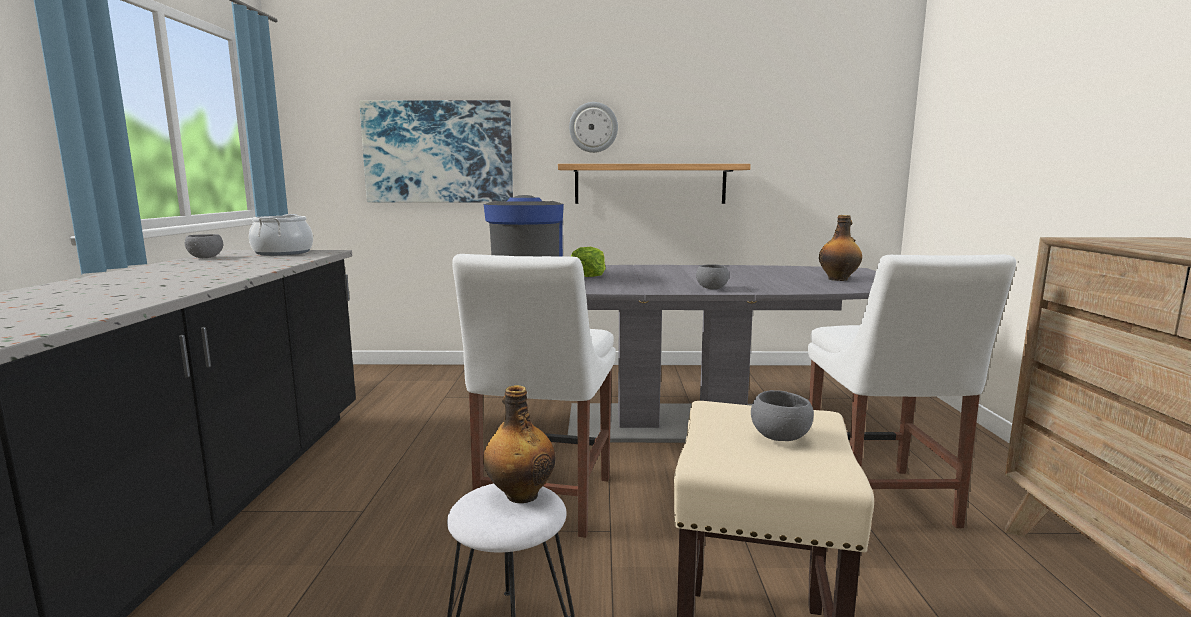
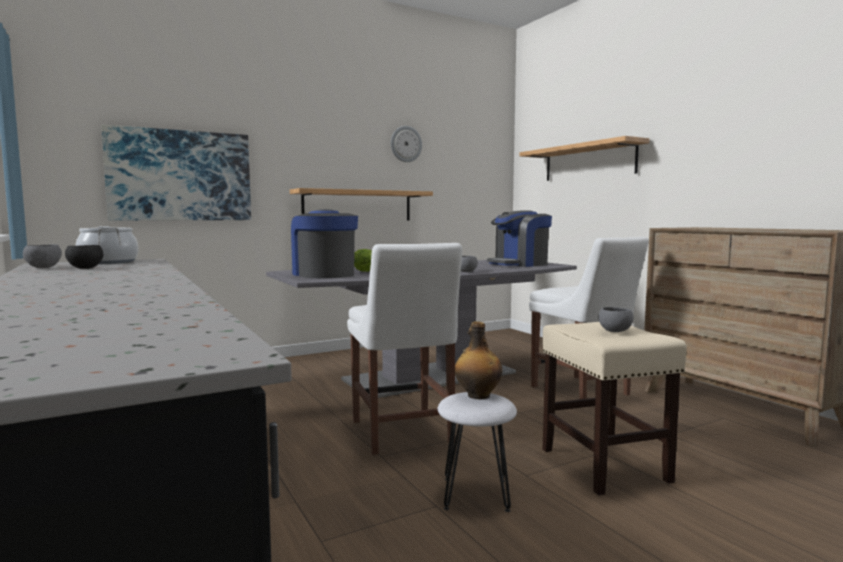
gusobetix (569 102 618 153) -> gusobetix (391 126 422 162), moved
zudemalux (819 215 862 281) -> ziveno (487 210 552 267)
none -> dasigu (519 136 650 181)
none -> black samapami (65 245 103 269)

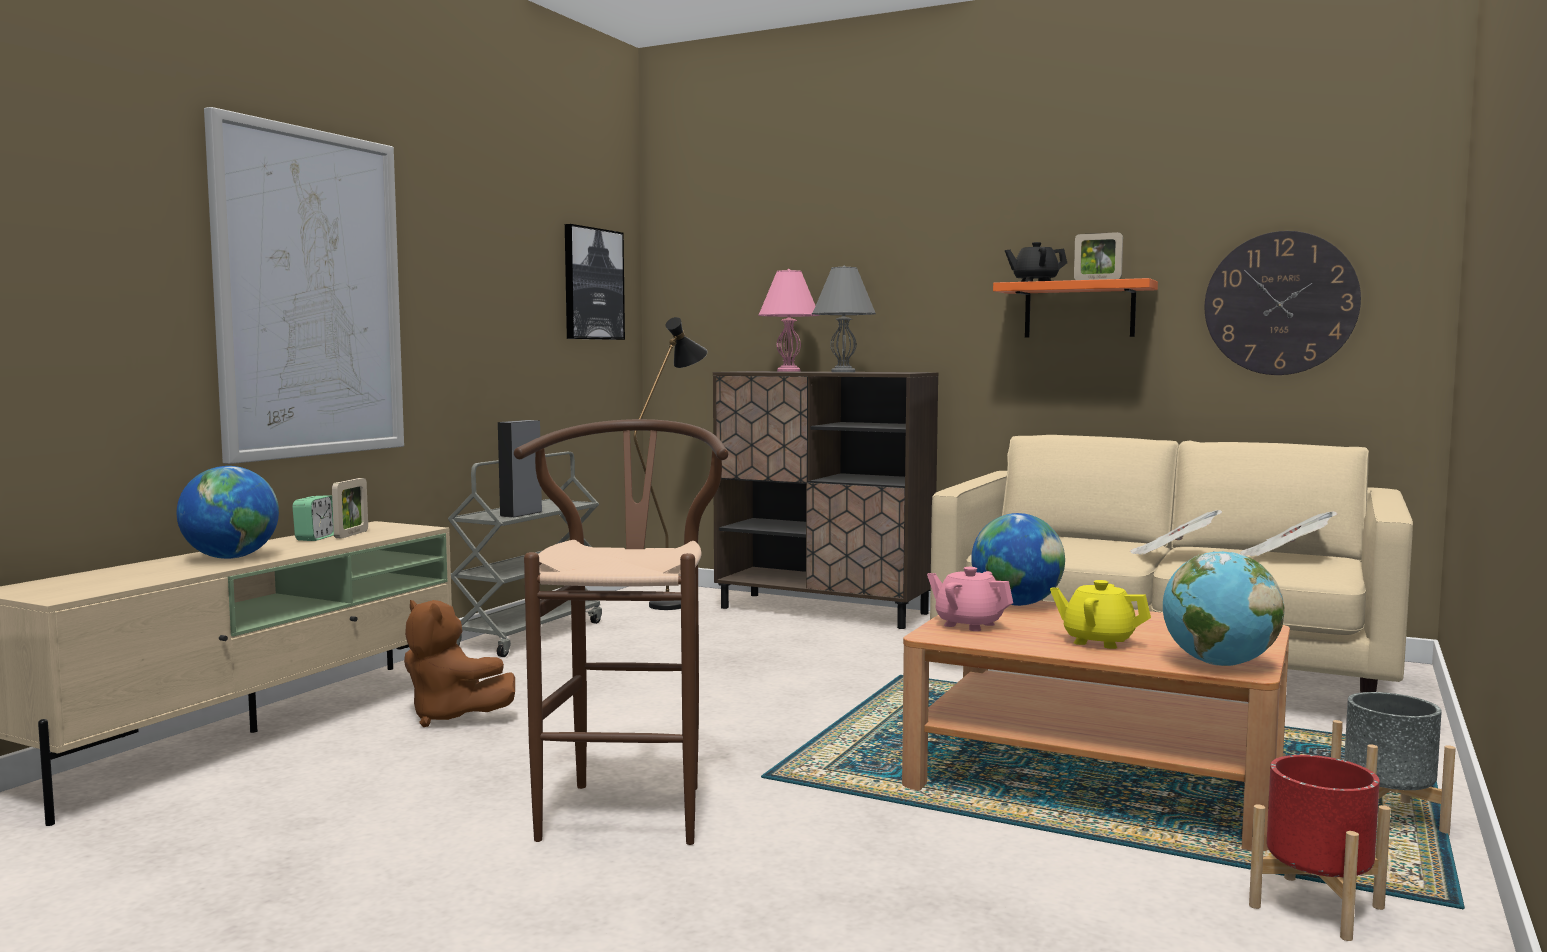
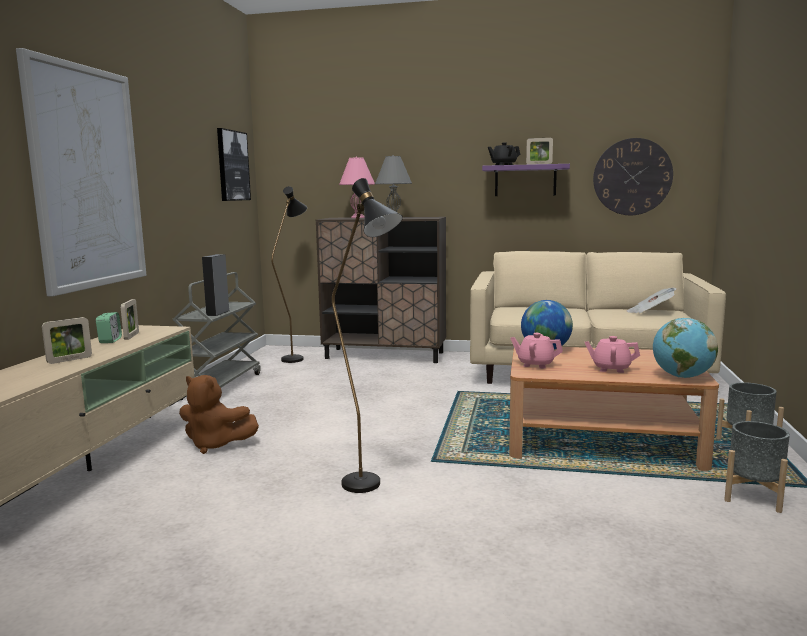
orange dasigu (993 278 1158 337) -> purple dasigu (482 164 570 196)
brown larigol (514 419 728 845) -> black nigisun (332 178 403 493)
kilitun (176 466 279 559) -> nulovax (42 317 92 364)
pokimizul (1130 510 1222 555) -> none
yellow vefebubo (1050 580 1151 649) -> pink vefebubo (585 336 640 373)
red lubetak (1249 755 1391 941) -> grey lubetak (724 421 790 513)

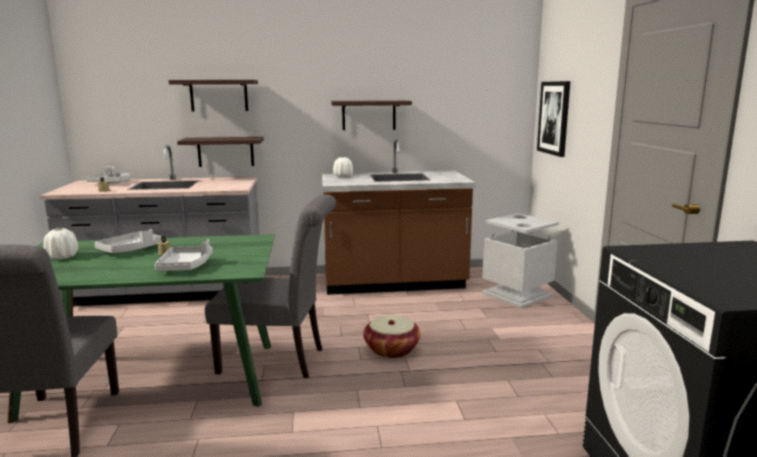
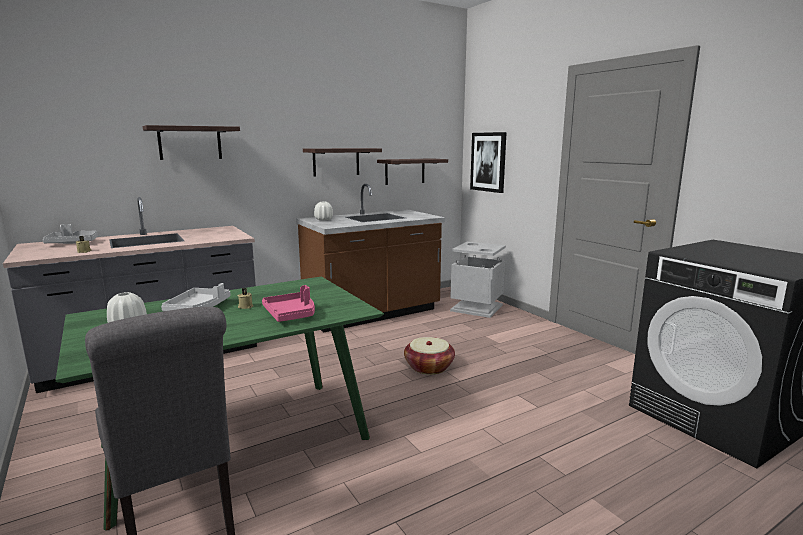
dasigu (177 137 264 167) -> dasigu (377 158 448 185), moved
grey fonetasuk (205 194 336 378) -> none
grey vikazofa (155 239 213 271) -> pink vikazofa (262 285 315 322)

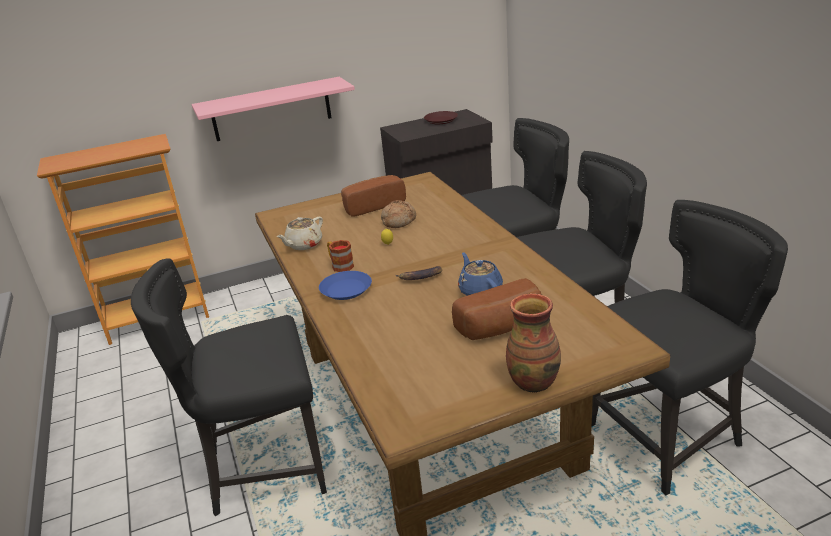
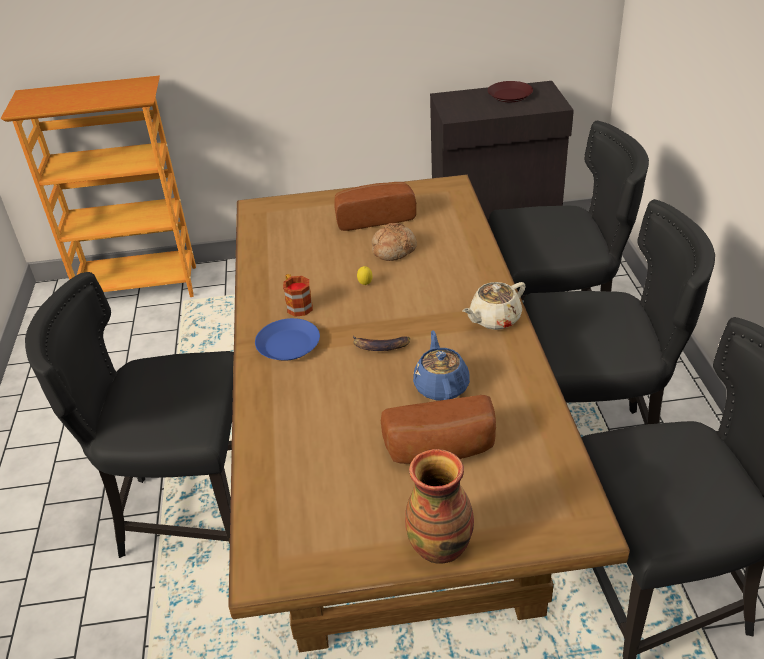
pink dasigu (192 77 355 141) -> none
beige vefebubo (277 217 323 250) -> beige vefebubo (462 282 526 330), moved

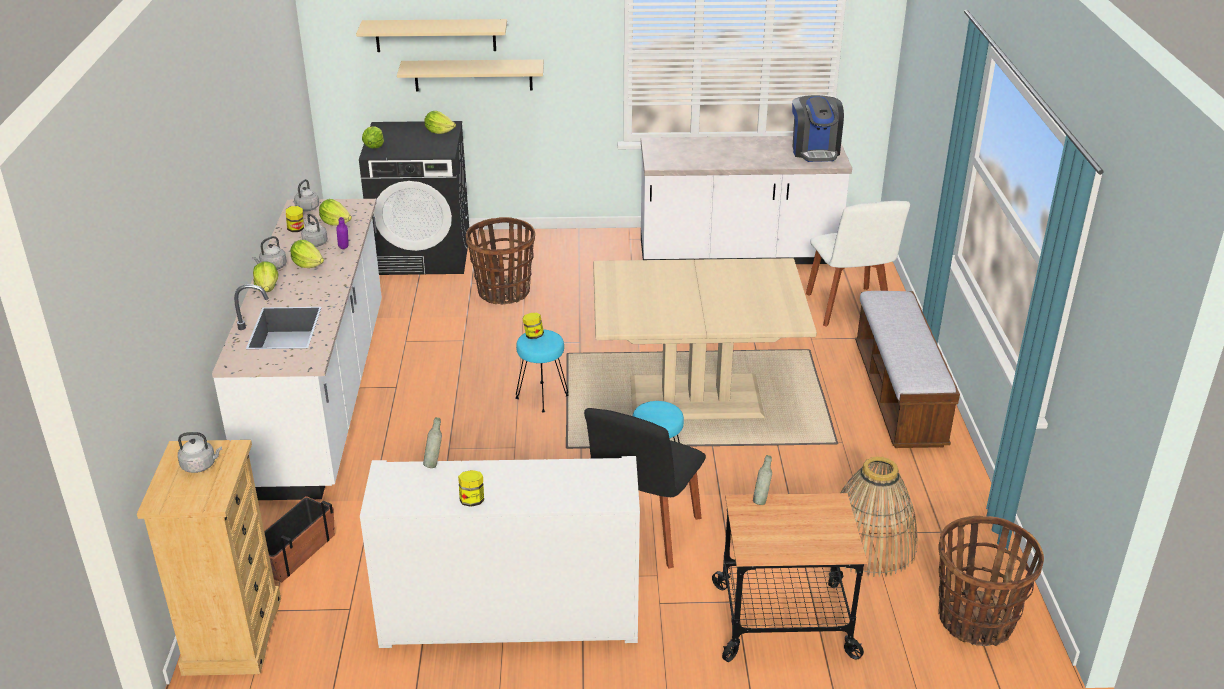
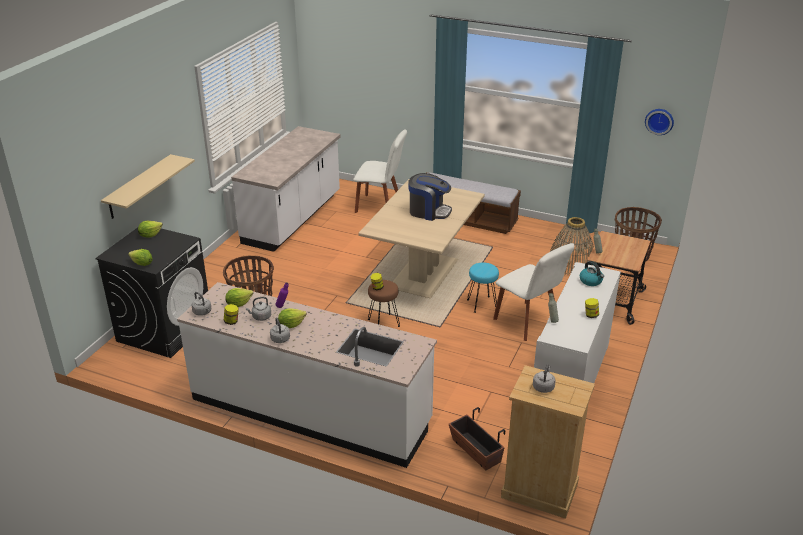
beige dasigu (356 19 507 52) -> none
ziveno (792 95 844 162) -> ziveno (408 173 452 221), moved
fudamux (253 262 278 292) -> none
turquoise larigol (515 329 568 412) -> brown larigol (368 280 400 327)
black fonetasuk (584 408 706 568) -> white fonetasuk (493 243 574 341)
none -> gusobetix (645 109 674 135)
none -> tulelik (580 261 604 286)

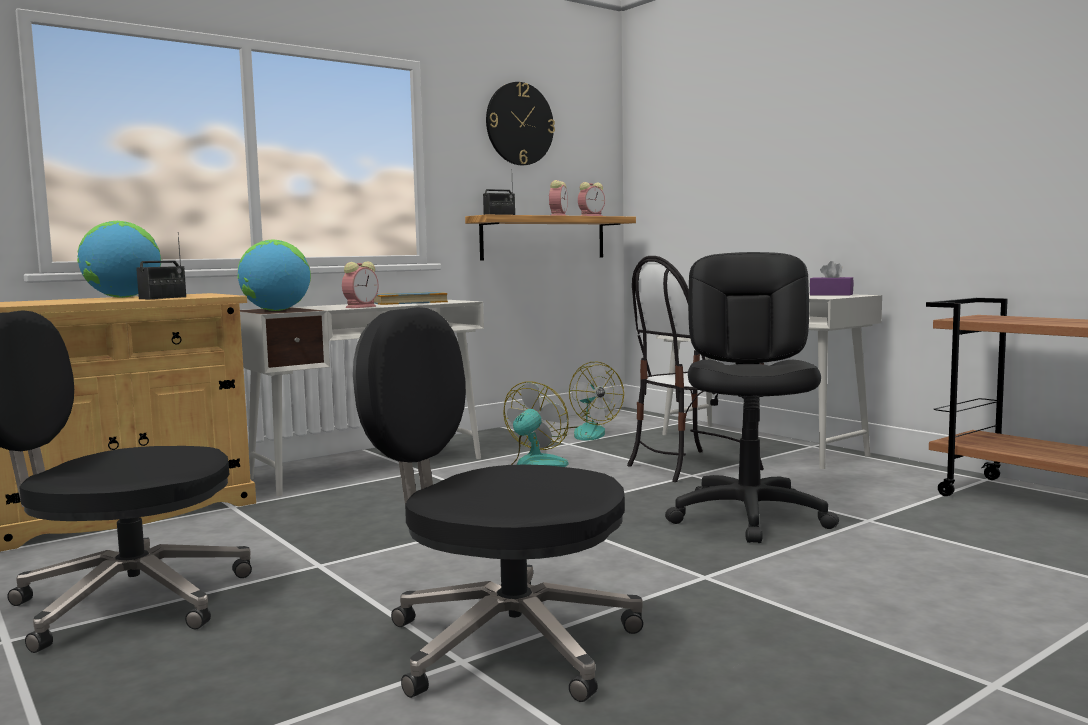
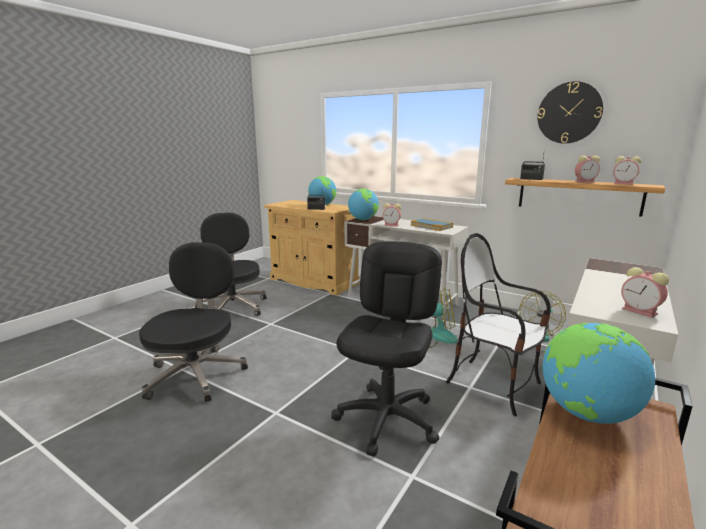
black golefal (665 252 839 543) -> black golefal (331 241 442 456), 60 degrees counterclockwise
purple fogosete (810 261 854 295) -> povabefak (621 267 669 318)
none -> kilitun (543 322 655 424)

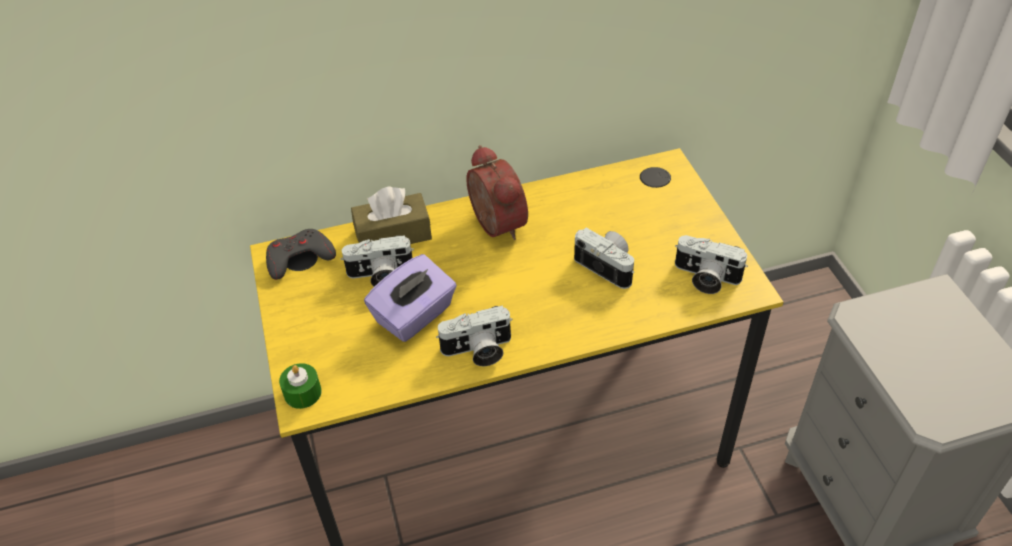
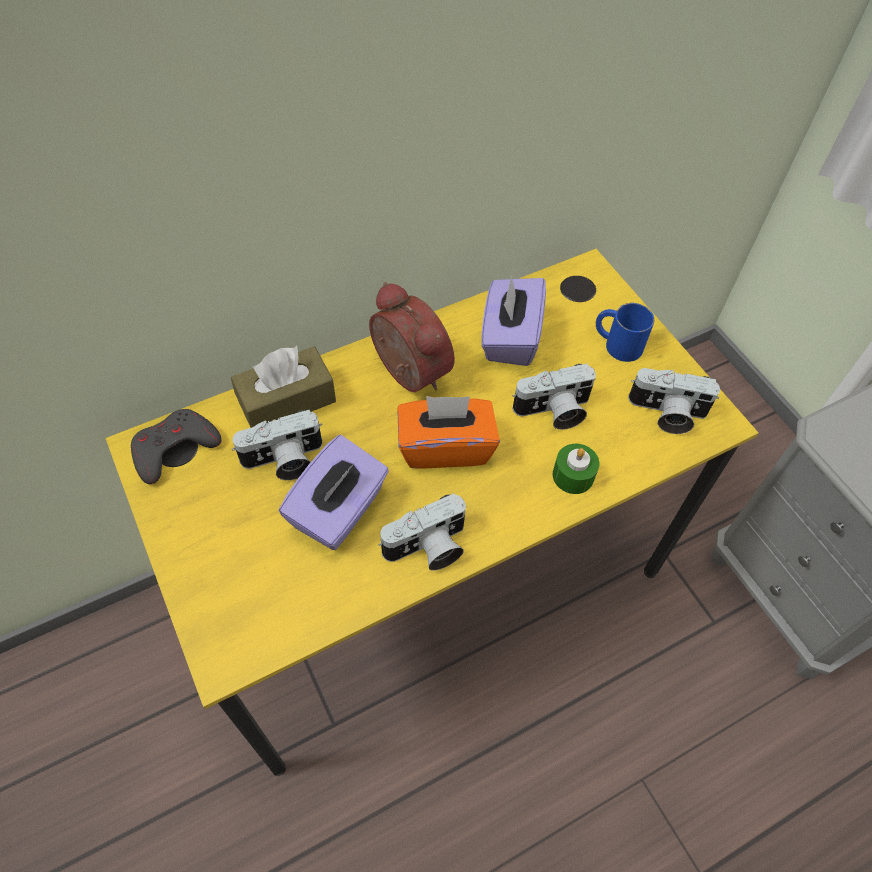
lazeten (574 228 634 289) -> lazeten (512 364 596 430), 135 degrees clockwise
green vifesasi (279 363 322 409) -> green vifesasi (553 444 599 494), moved
none -> purple fogosete (481 276 546 366)
none -> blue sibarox (596 303 654 362)
none -> orange fogosete (397 396 500 469)

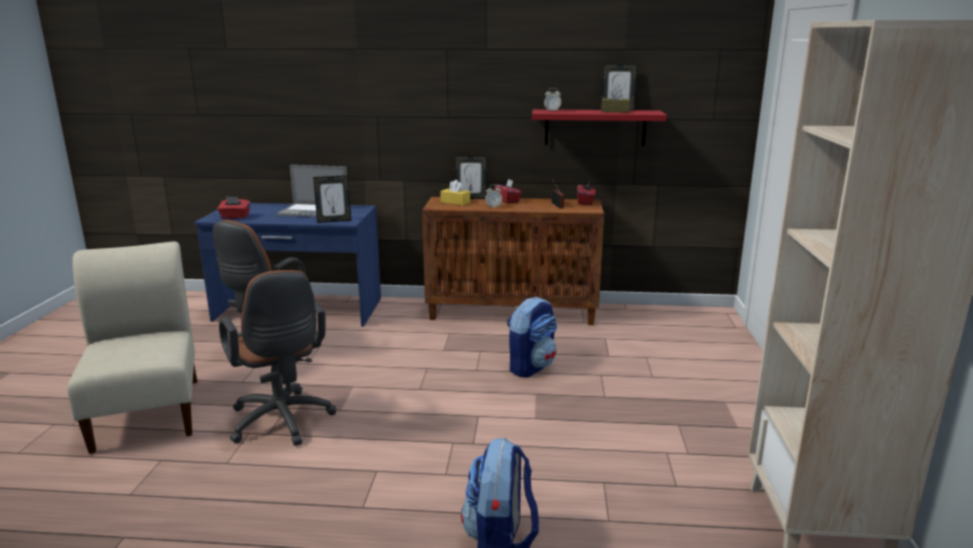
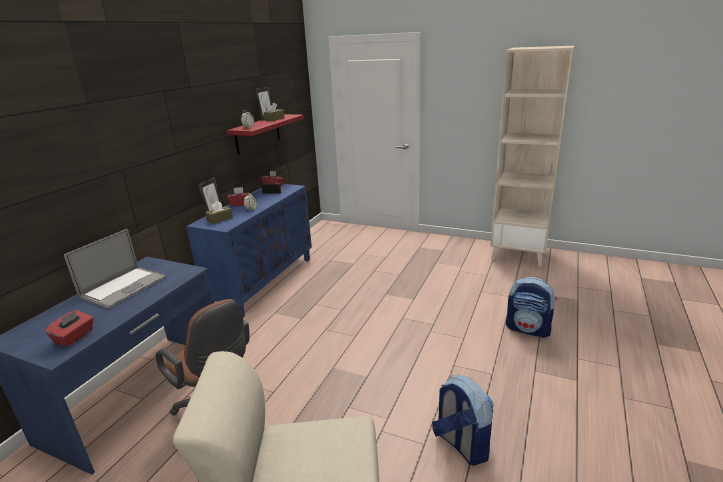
nulovax (313 175 351 223) -> none
yellow fogosete (440 180 470 205) -> brown fogosete (205 201 233 224)
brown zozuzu (422 197 604 325) -> blue zozuzu (186 184 312 317)
brown golefal (219 270 336 446) -> none
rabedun (507 297 557 377) -> rabedun (432 375 494 466), moved

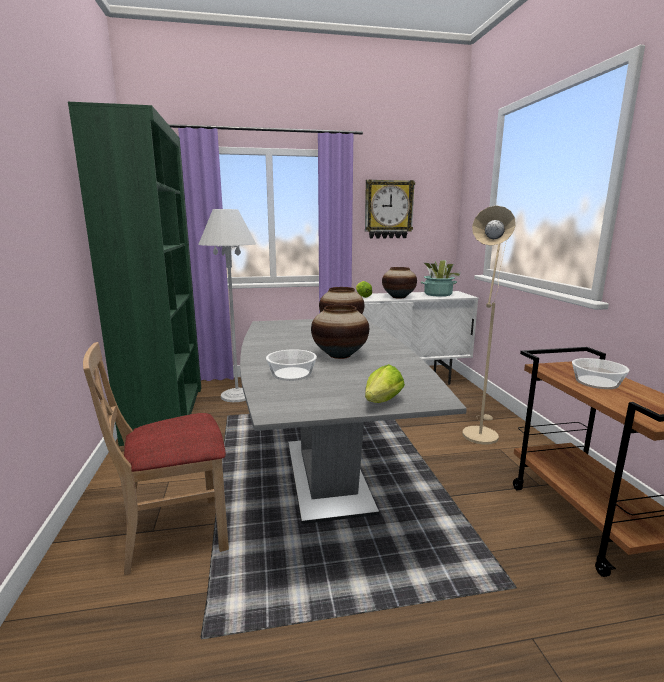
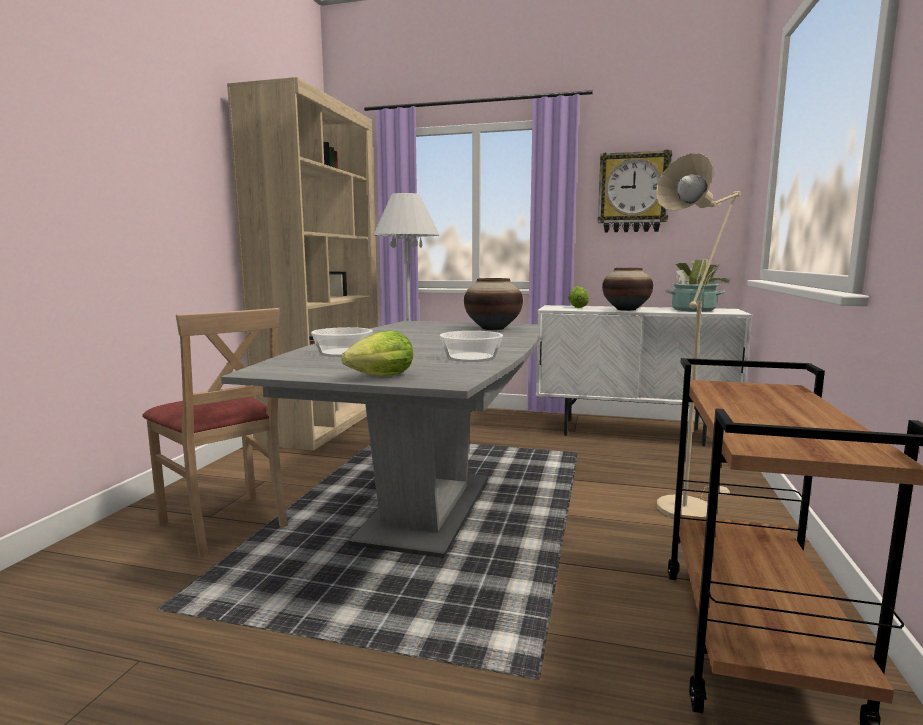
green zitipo (68 102 201 446) -> beige zitipo (227 77 378 451)
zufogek (311 305 369 359) -> none
beige fonetasuk (83 342 229 576) -> beige fonetasuk (142 308 288 558), 135 degrees counterclockwise
samapami (572 358 629 389) -> samapami (440 331 503 362), moved

